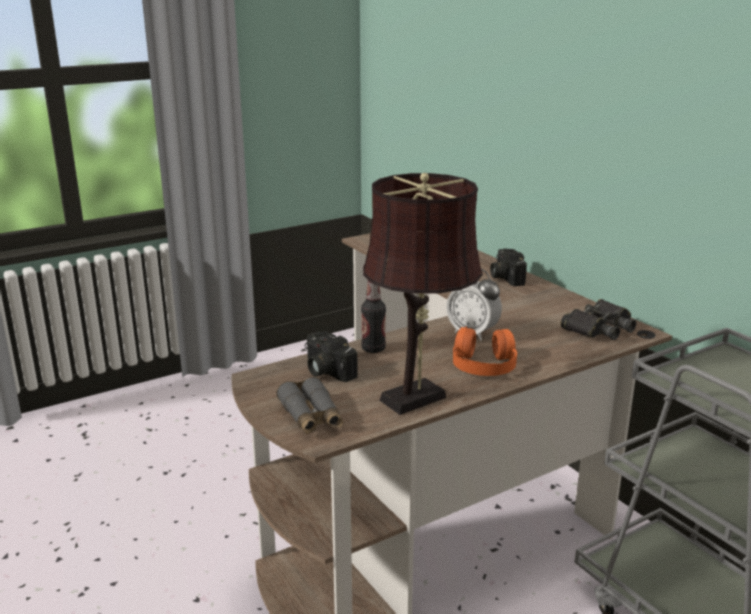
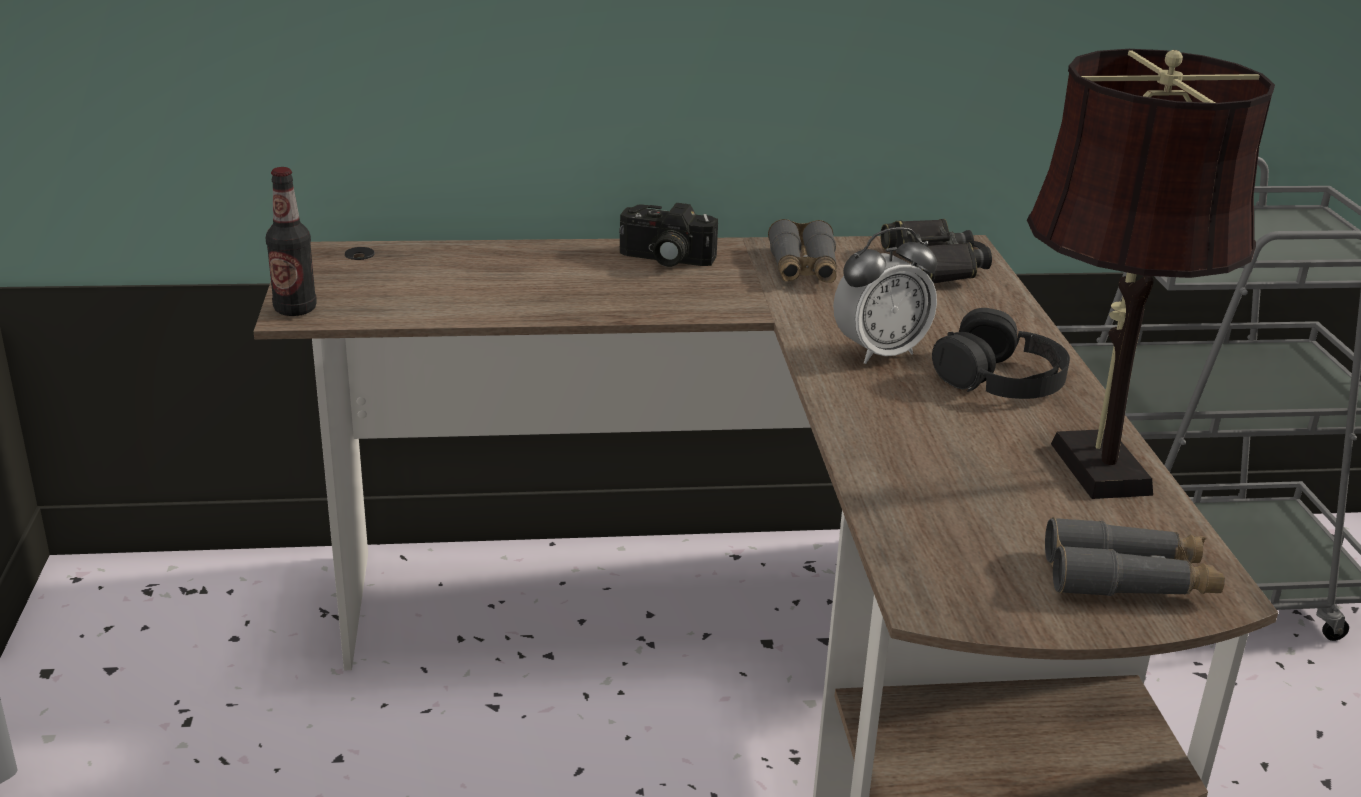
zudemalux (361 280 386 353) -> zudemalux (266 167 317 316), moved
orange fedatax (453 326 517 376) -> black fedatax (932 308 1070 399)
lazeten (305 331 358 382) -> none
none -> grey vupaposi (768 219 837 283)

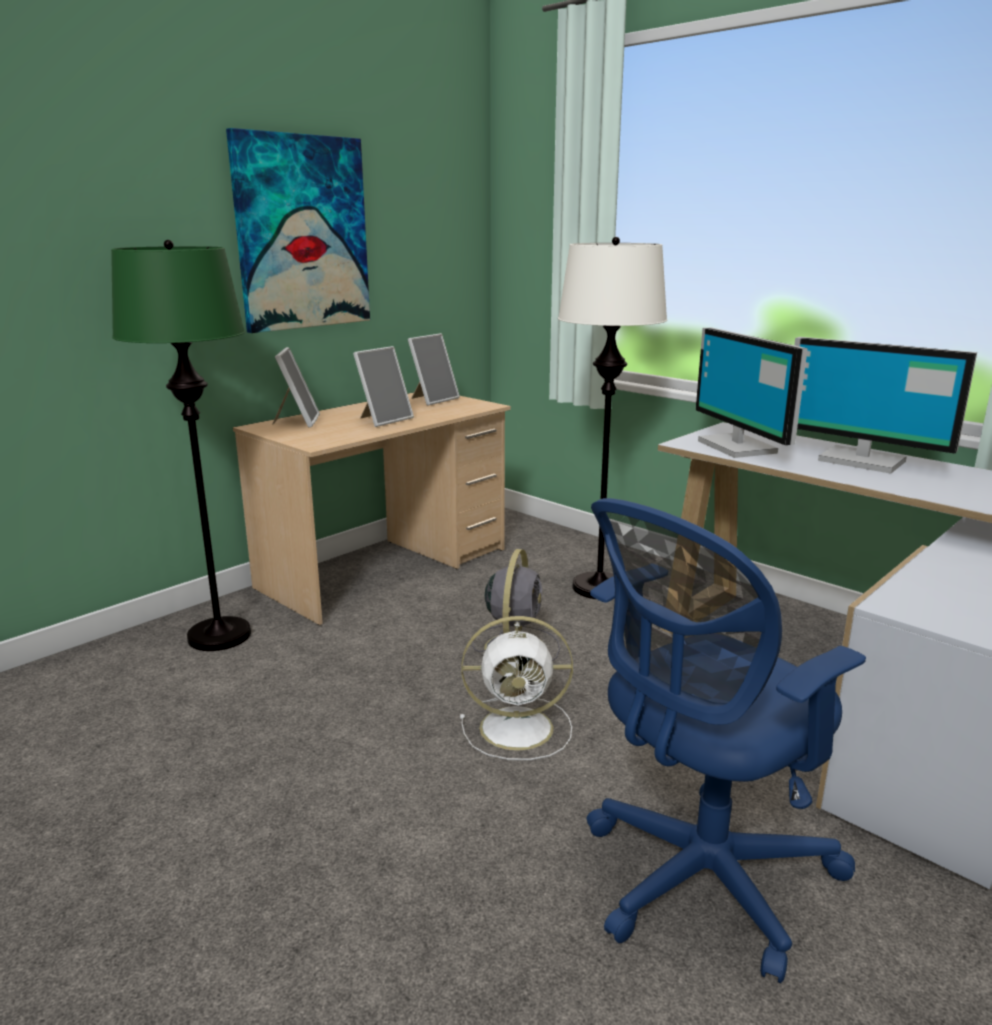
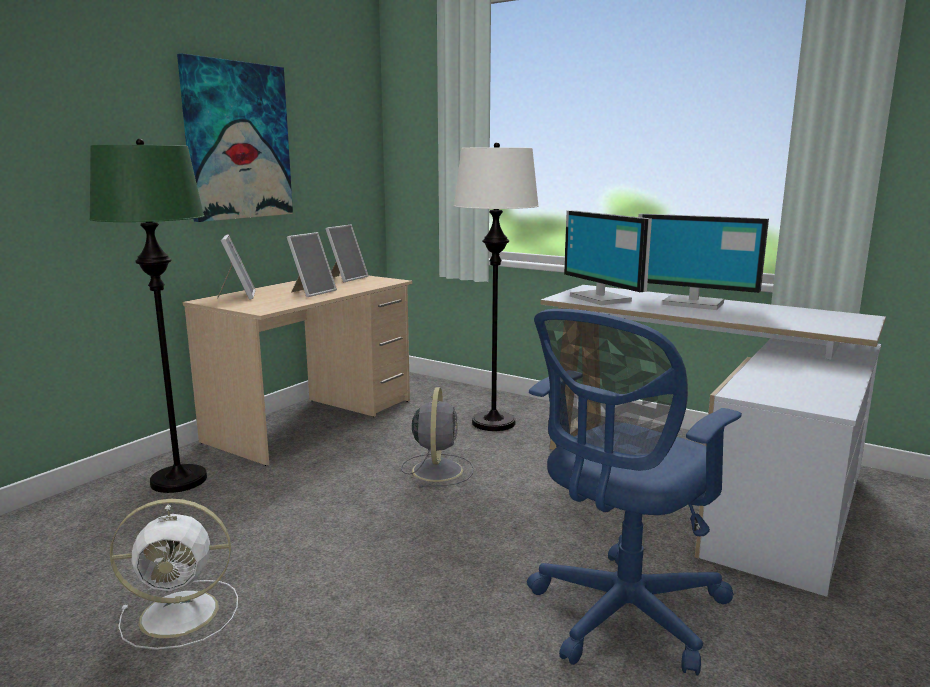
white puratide (460 616 573 760) -> white puratide (110 499 238 650), moved

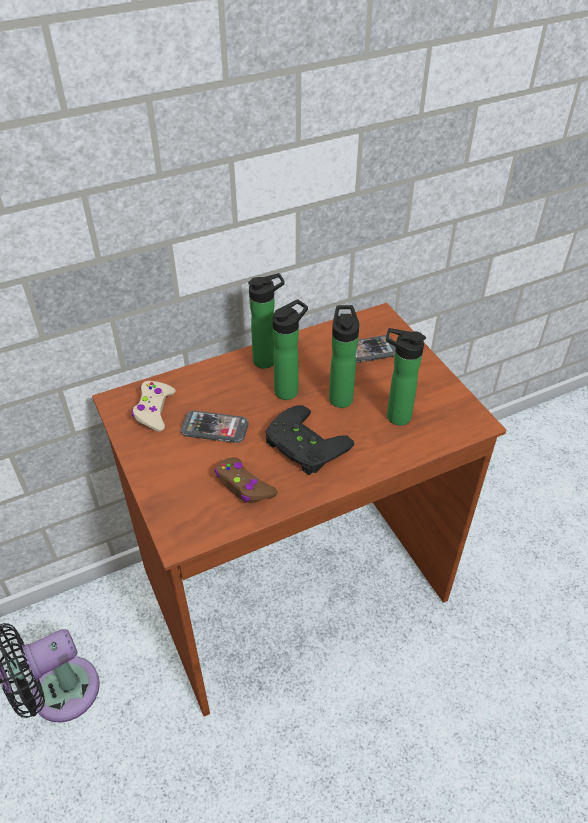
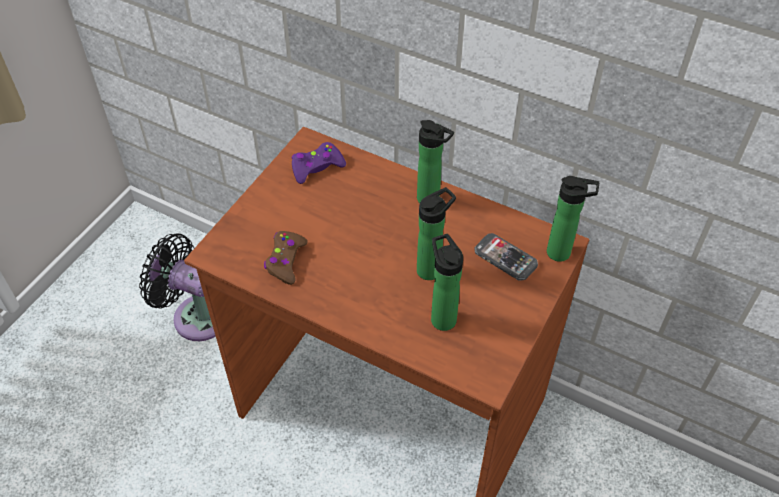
zudemalux (272 299 308 400) -> zudemalux (547 176 599 262), moved
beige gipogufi (132 381 175 432) -> purple gipogufi (291 142 346 184)
black gipogufi (265 405 354 475) -> none
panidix (181 410 249 443) -> none

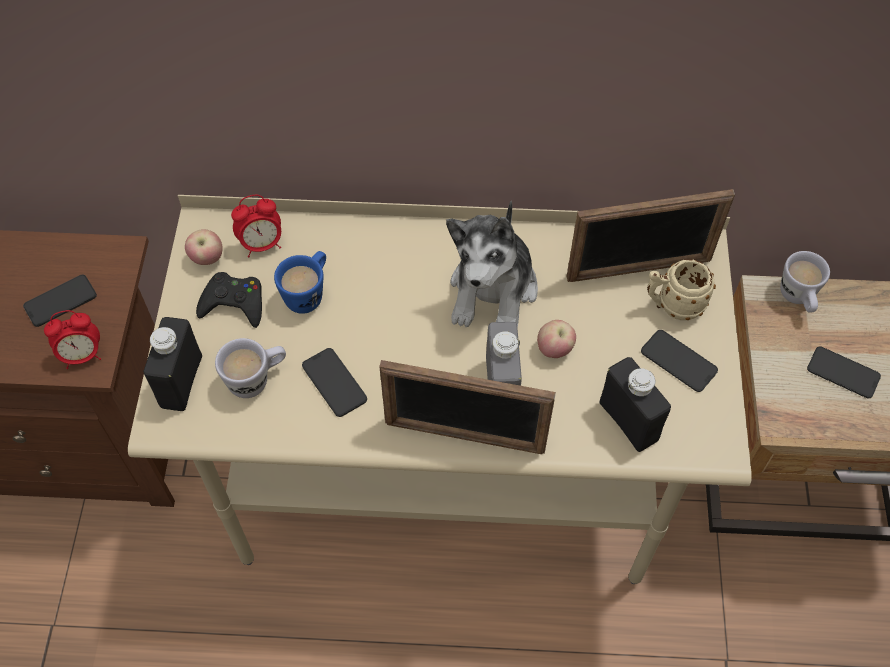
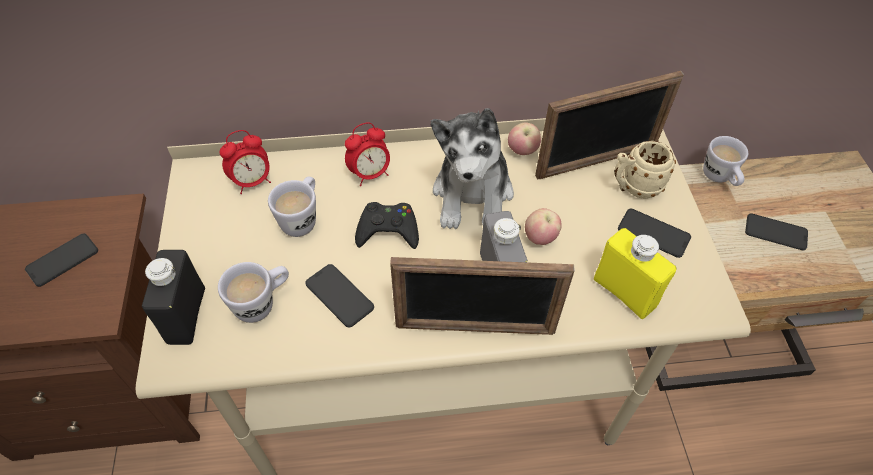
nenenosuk (185 229 222 265) -> nenenosuk (508 122 541 155), moved
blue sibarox (274 251 326 314) -> white sibarox (268 176 316 237)
black gipogufi (196 272 262 328) -> black gipogufi (355 202 419 249), moved
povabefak (44 310 101 369) -> povabefak (345 122 390 186), moved
black zudemalux (599 357 671 452) -> yellow zudemalux (594 228 676 319)

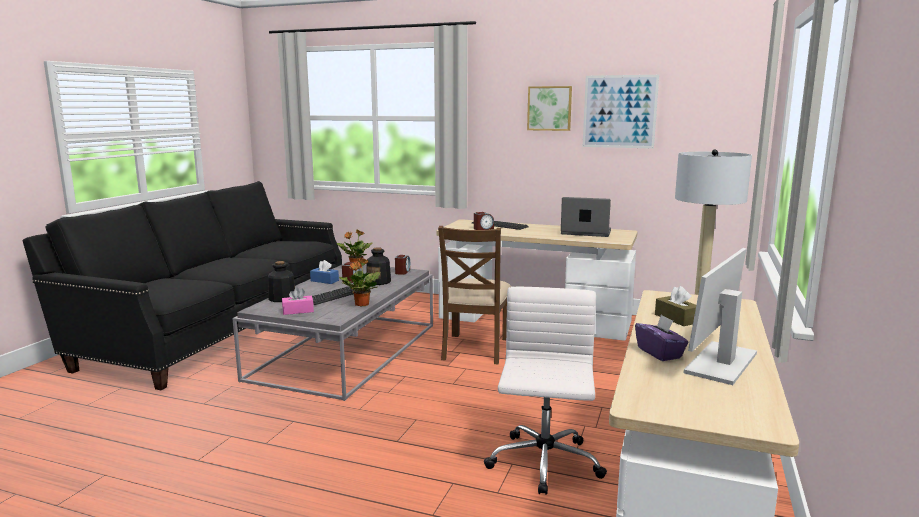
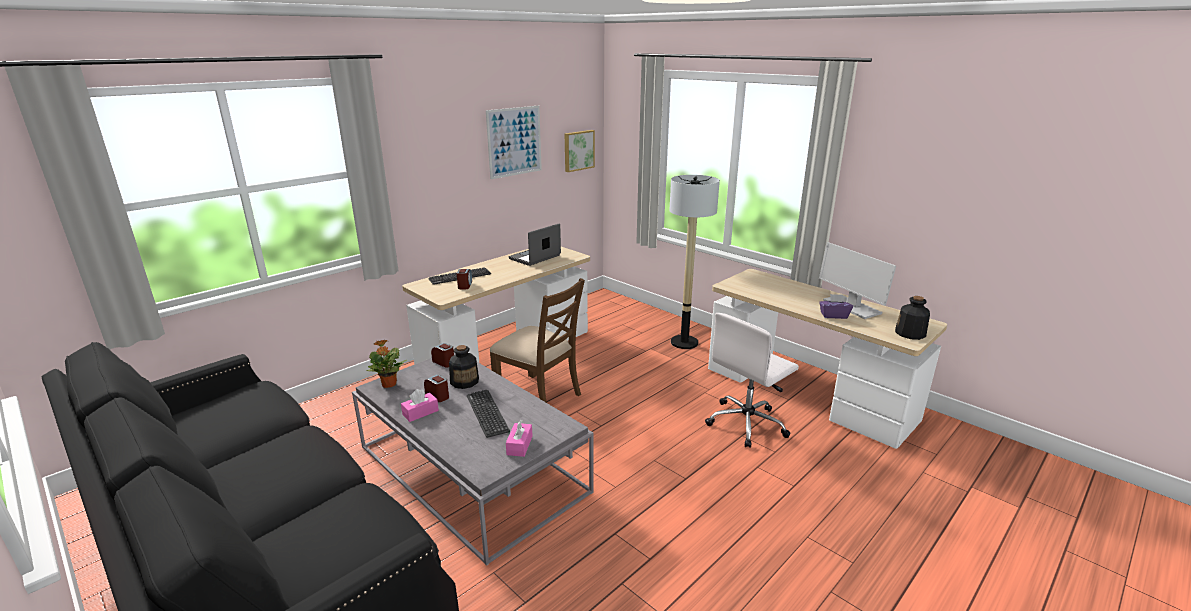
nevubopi (527 86 572 131) -> nevubopi (565 130 595 172), moved
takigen (339 258 380 306) -> none
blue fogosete (310 260 339 284) -> pink fogosete (401 389 439 422)
zudemalux (268 261 295 302) -> zudemalux (895 296 930 340), moved
brown fogosete (655 286 696 326) -> none
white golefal (484 287 607 495) -> white golefal (705 313 799 448), 75 degrees counterclockwise

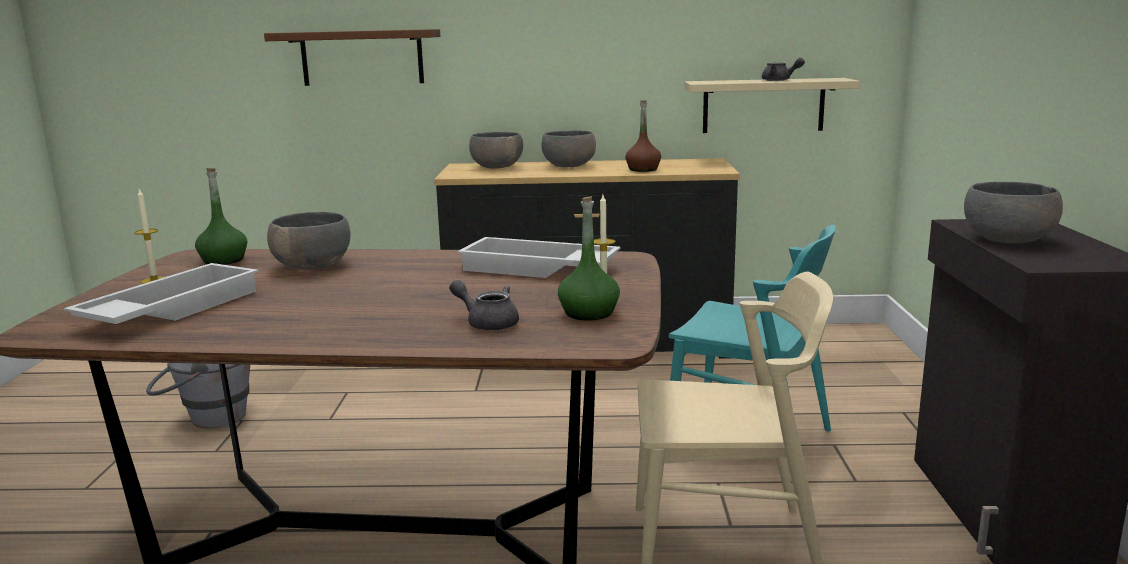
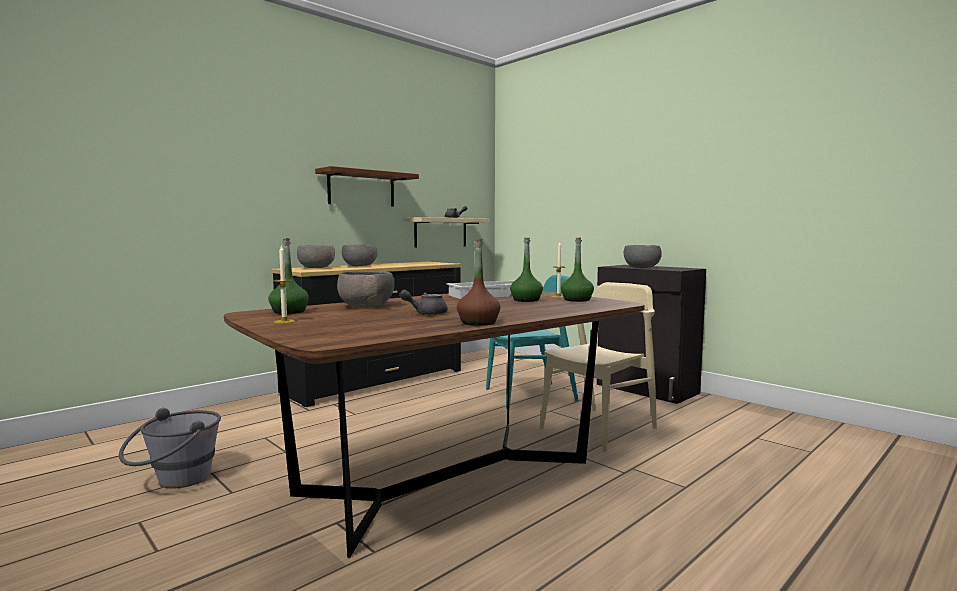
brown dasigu (264 29 440 86) -> brown dasigu (315 166 419 207), moved
brown zudemalux (625 100 661 172) -> brown zudemalux (457 239 501 326), moved
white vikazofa (64 263 259 324) -> none
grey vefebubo (449 280 519 331) -> grey vefebubo (399 290 448 315), moved
none -> green zudemalux (510 237 543 302)

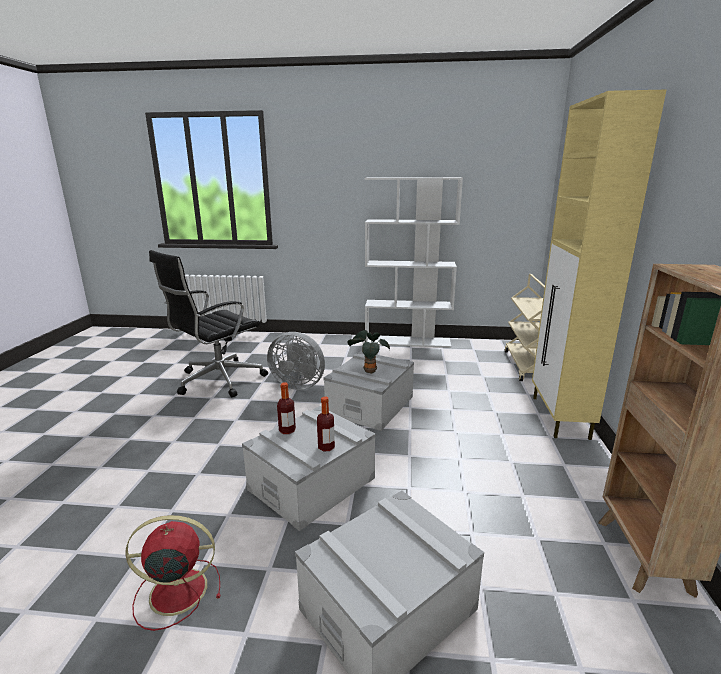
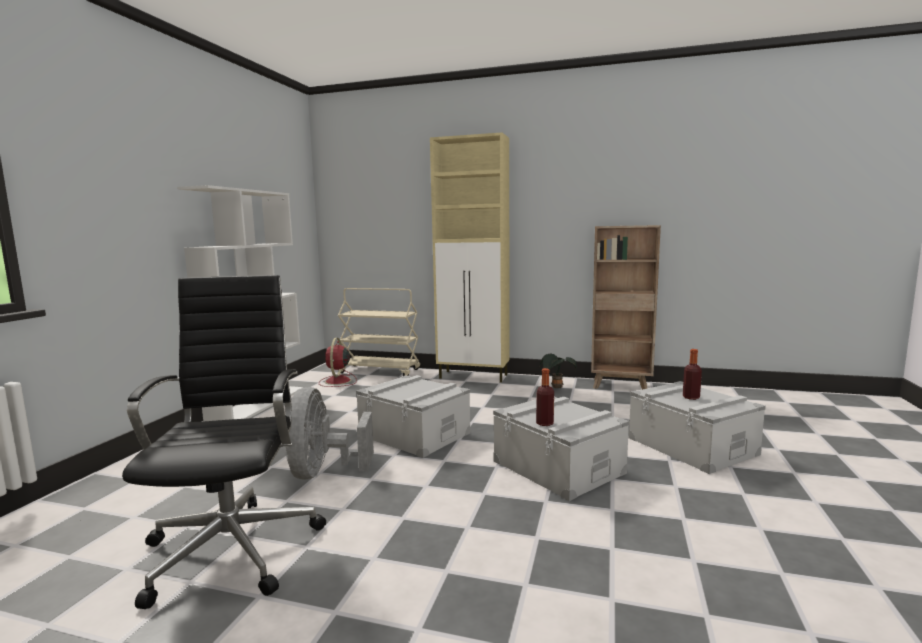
black golefal (149 250 268 397) -> black golefal (122 275 326 609), 150 degrees counterclockwise
takigen (347 330 390 374) -> takigen (540 354 577 388), moved
grey puratide (267 332 325 390) -> grey puratide (286 387 374 480), 150 degrees clockwise
zudemalux (317 397 335 452) -> zudemalux (683 349 702 400), moved
red puratide (125 515 220 631) -> red puratide (319 338 357 387), moved

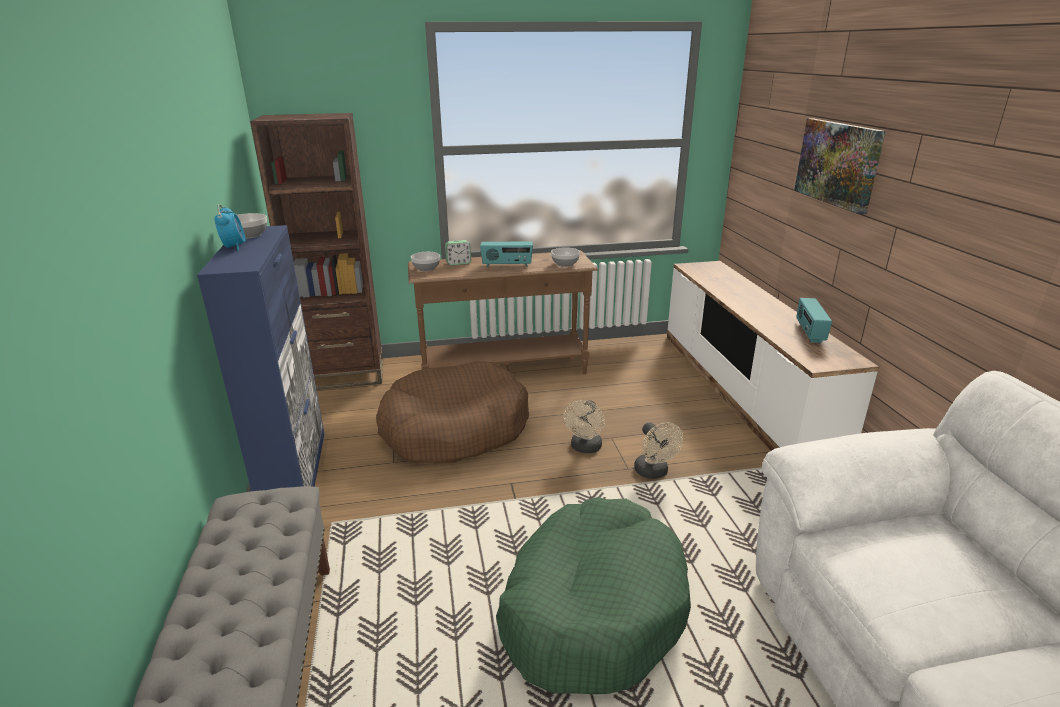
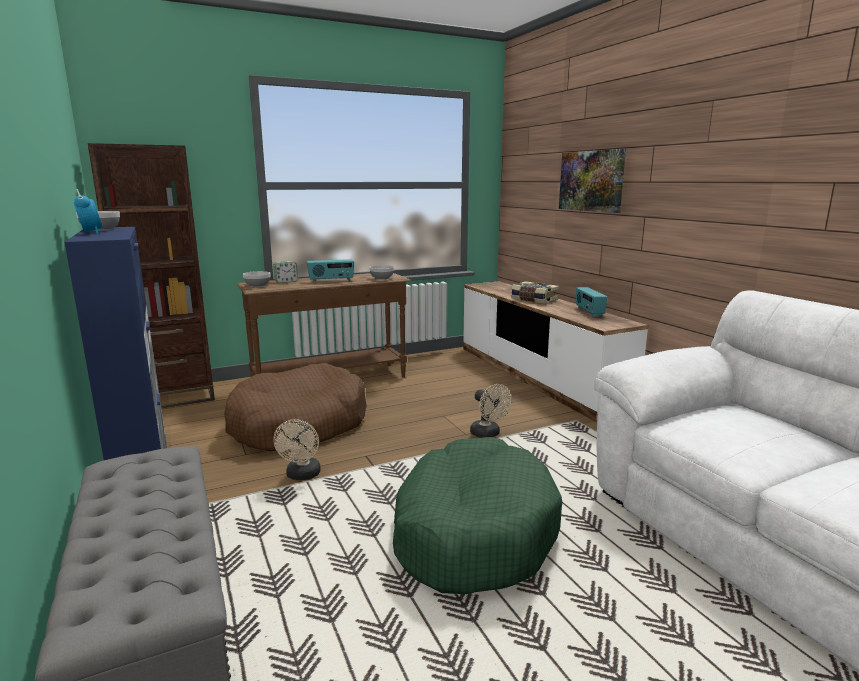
beige puratide (563 400 605 453) -> beige puratide (273 419 321 480), moved
none -> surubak (511 282 559 304)

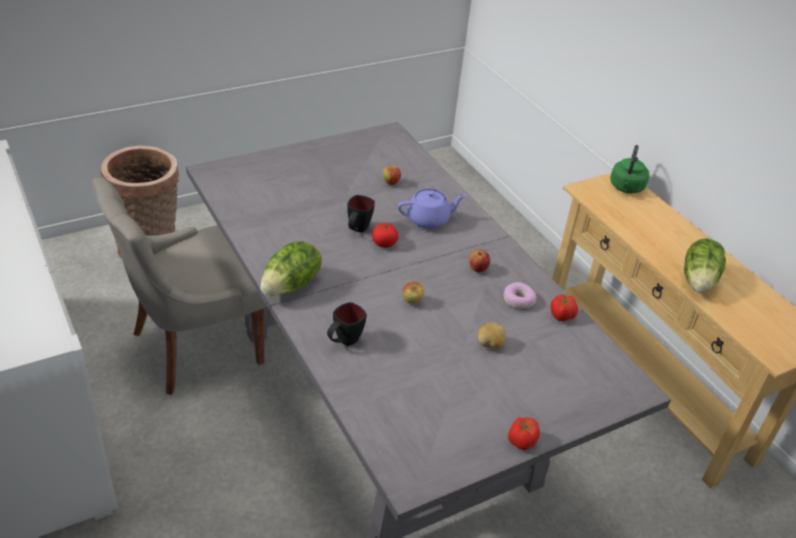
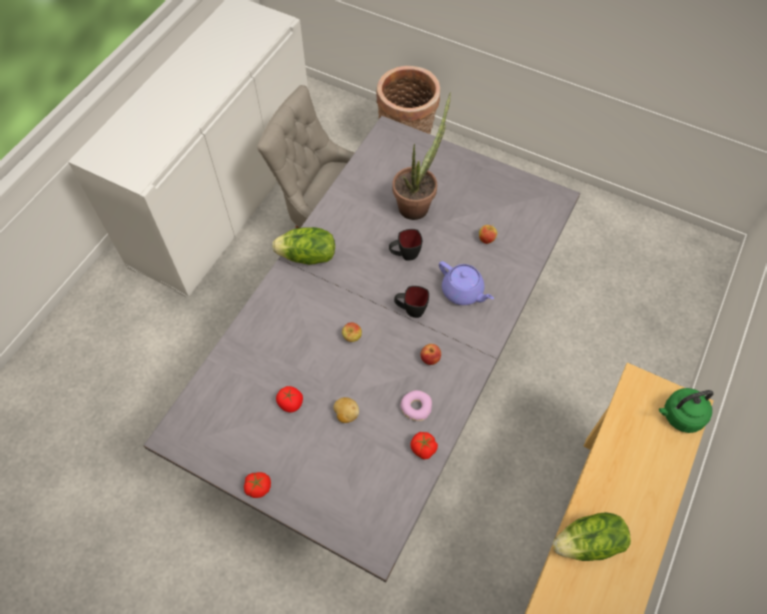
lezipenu (372 223 398 248) -> lezipenu (276 386 303 412), moved
black sibarox (327 302 367 346) -> black sibarox (394 286 429 318), moved
none -> takigen (392 92 451 220)

